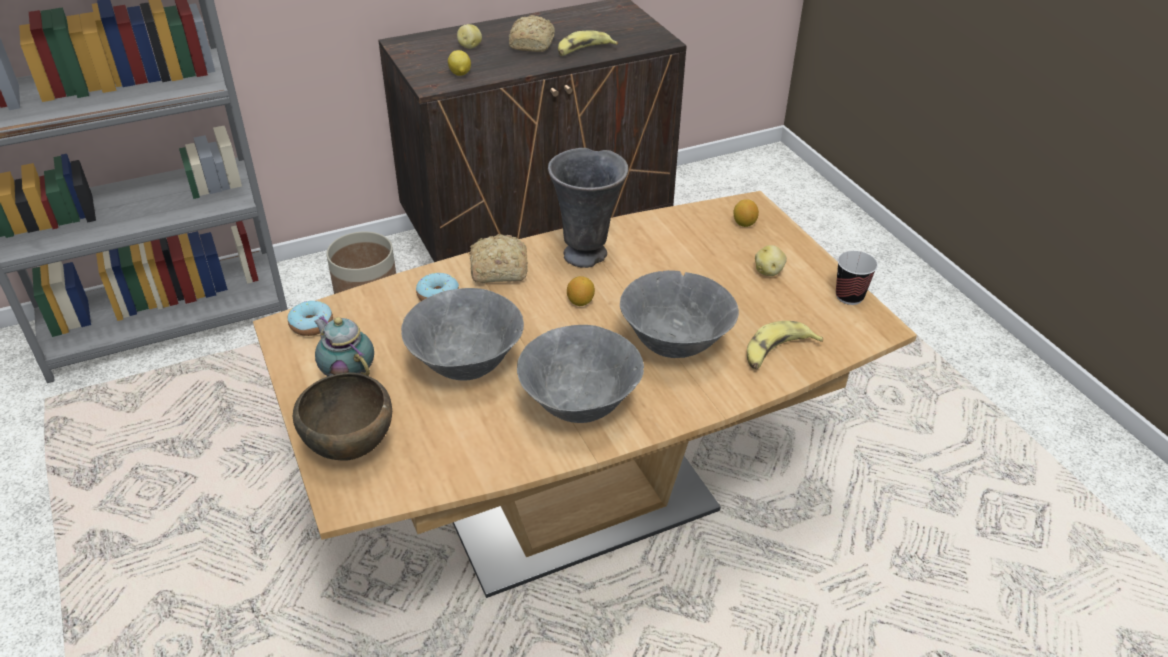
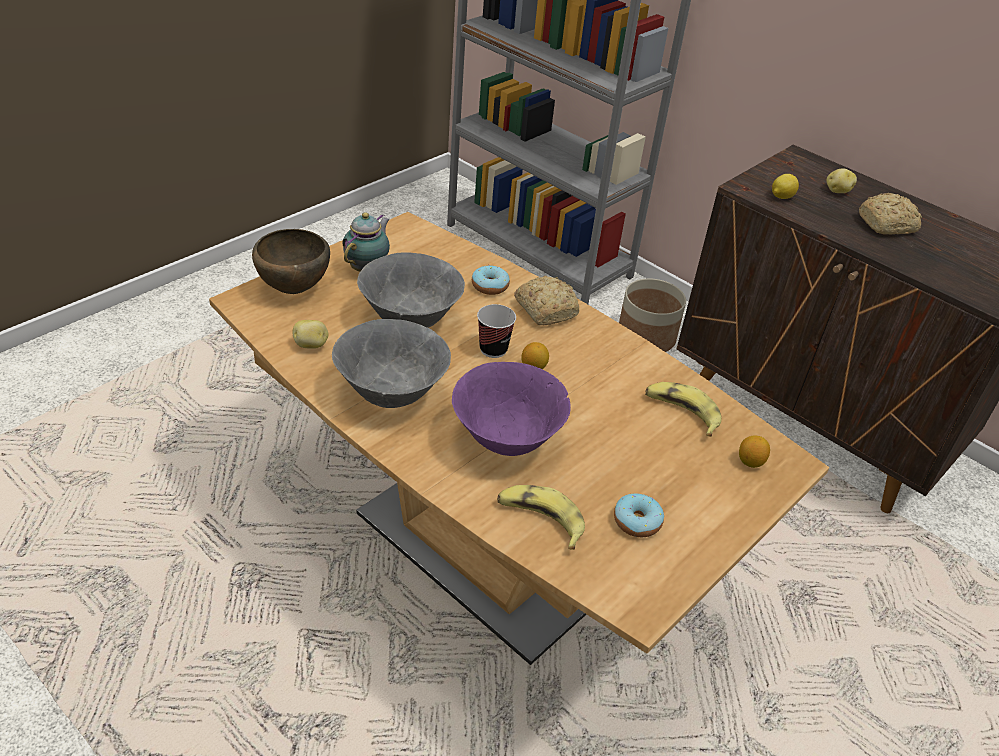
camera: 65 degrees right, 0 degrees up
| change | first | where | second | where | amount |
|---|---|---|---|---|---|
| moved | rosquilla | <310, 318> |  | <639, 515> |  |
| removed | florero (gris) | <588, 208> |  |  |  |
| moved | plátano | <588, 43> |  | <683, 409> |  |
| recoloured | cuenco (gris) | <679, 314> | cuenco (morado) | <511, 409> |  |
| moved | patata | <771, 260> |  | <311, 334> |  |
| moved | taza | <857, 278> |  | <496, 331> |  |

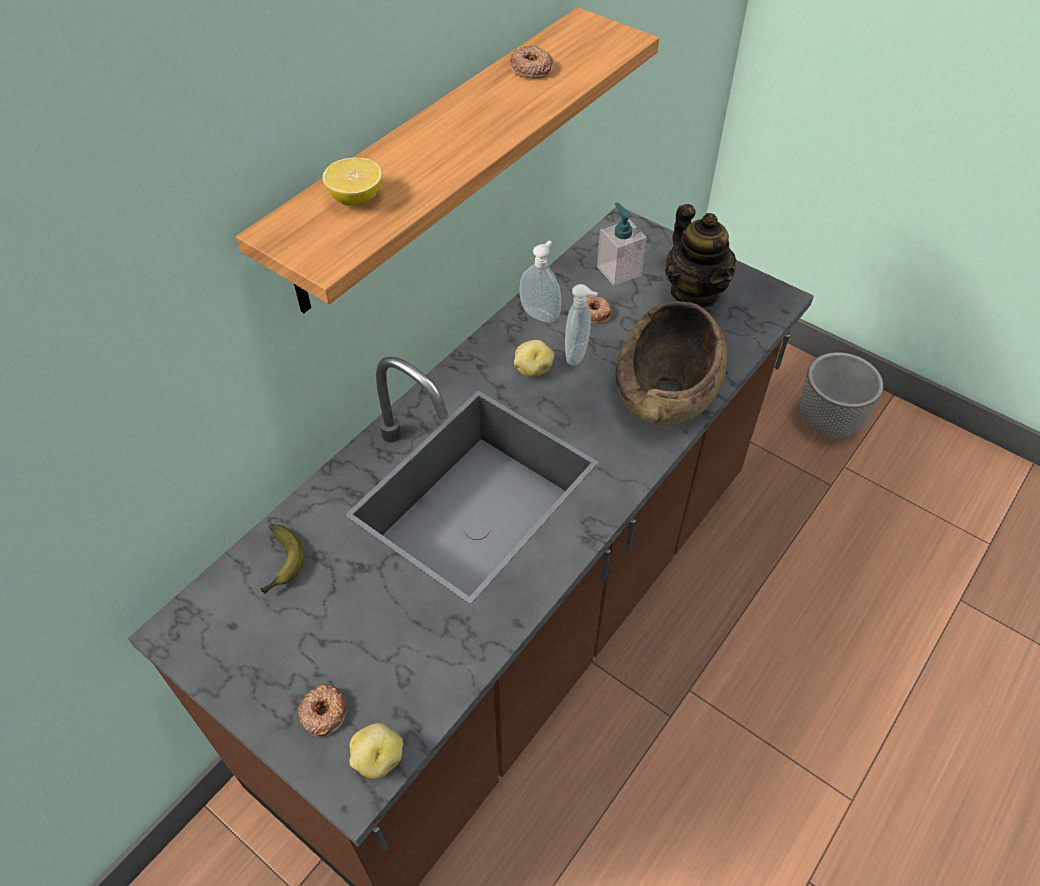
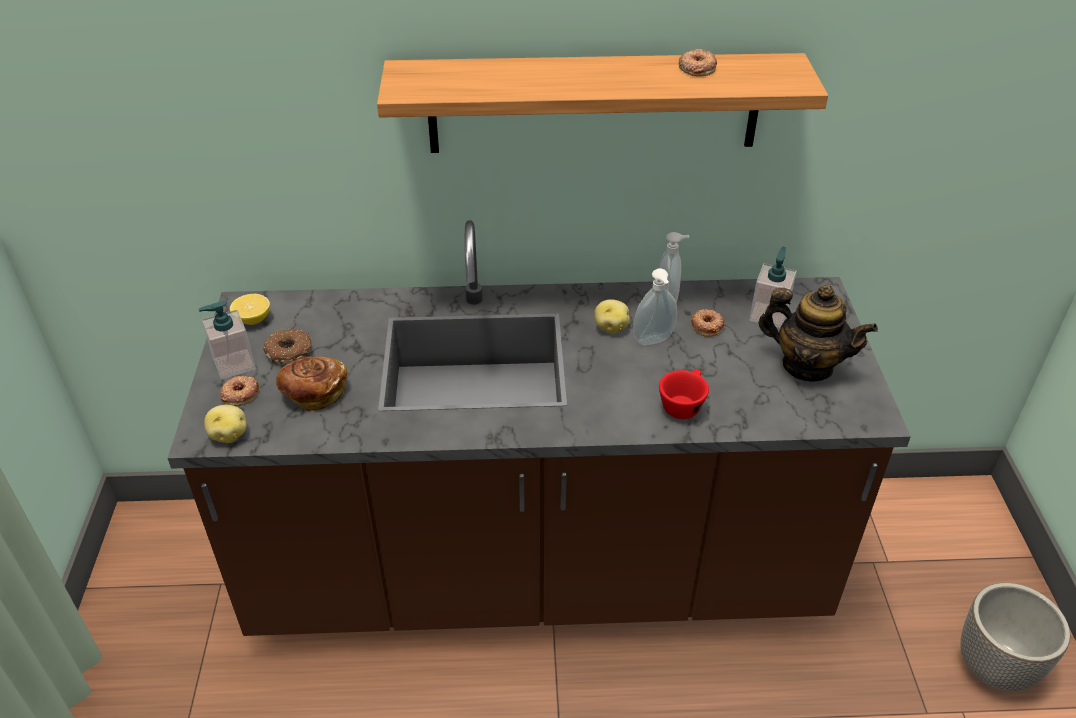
camera: 50 degrees right, 10 degrees down
| change | first | where | second | where | amount |
|---|---|---|---|---|---|
| removed | plátano | <282, 559> |  |  |  |
| moved | limón | <352, 181> |  | <250, 309> |  |
| replaced | cuenco (marrón) | <671, 363> | taza (rojo) | <684, 394> |  |
| turned | tetera | <700, 256> |  | <818, 333> | 90 degrees counterclockwise |
| added |  |  | dispensador de jabón | <227, 339> |  |
| added |  |  | rosquilla | <287, 346> |  |
| added |  |  | pan | <311, 384> |  |

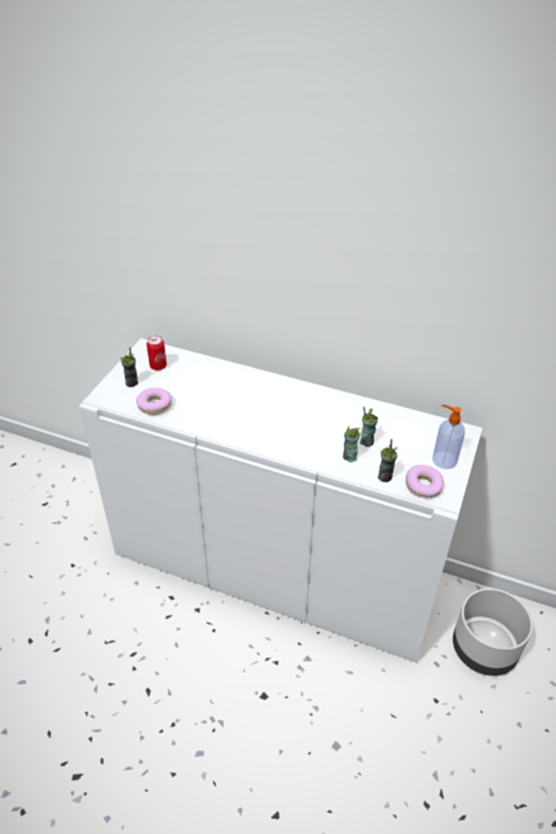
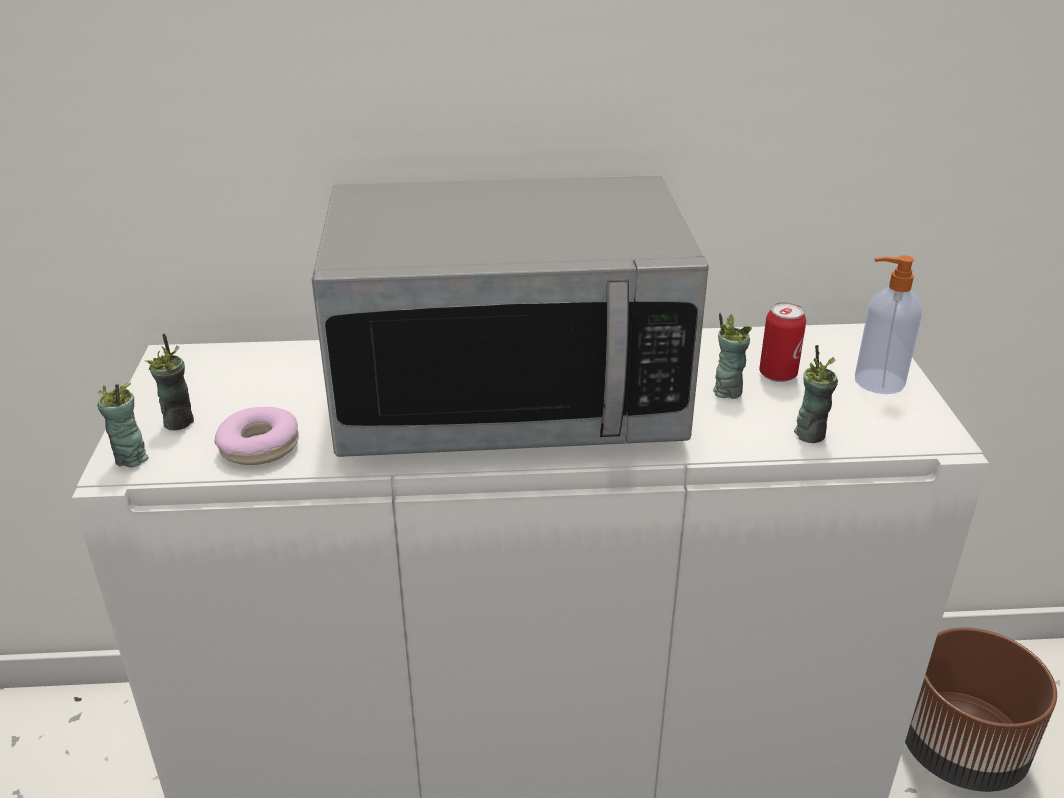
camera: 25 degrees left, 10 degrees down
| change | first | where | second | where | amount |
|---|---|---|---|---|---|
| moved | lata | <157, 353> |  | <782, 342> |  |
| moved | taza | <351, 444> |  | <123, 425> |  |
| removed | rosquilla | <425, 481> |  |  |  |
| recoloured | maceta (gris) | <493, 632> | maceta (marrón) | <981, 709> |  |
| added |  |  | microondas | <510, 316> |  |

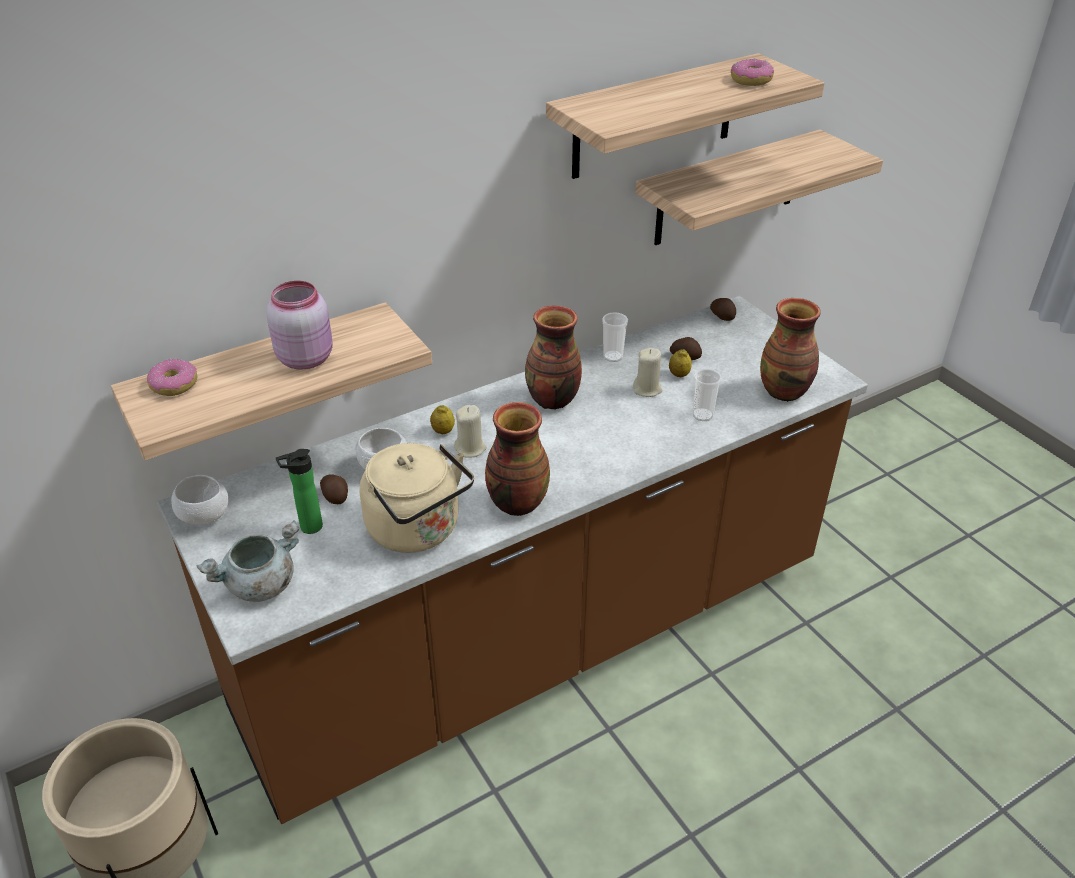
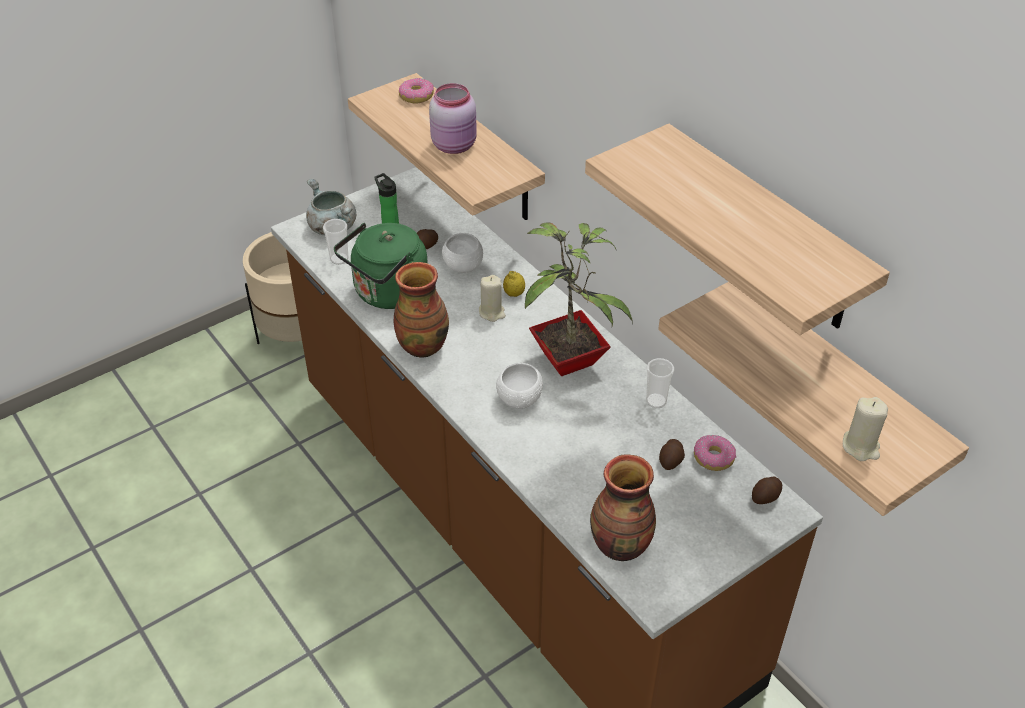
camera: 85 degrees right, 5 degrees up
| change | first | where | second | where | amount |
|---|---|---|---|---|---|
| moved | cuenco (blanco) | <200, 500> |  | <519, 386> |  |
| recoloured | hervidor (beis) | <417, 498> | hervidor (verde) | <381, 266> |  |
| replaced | florero | <553, 358> | planta en maceta | <578, 299> |  |
| moved | vela (beis) | <647, 372> |  | <865, 429> |  |
| removed | limón | <680, 363> |  |  |  |
| moved | taza | <707, 395> |  | <336, 242> |  |
| moved | rosquilla | <752, 72> |  | <715, 453> |  |

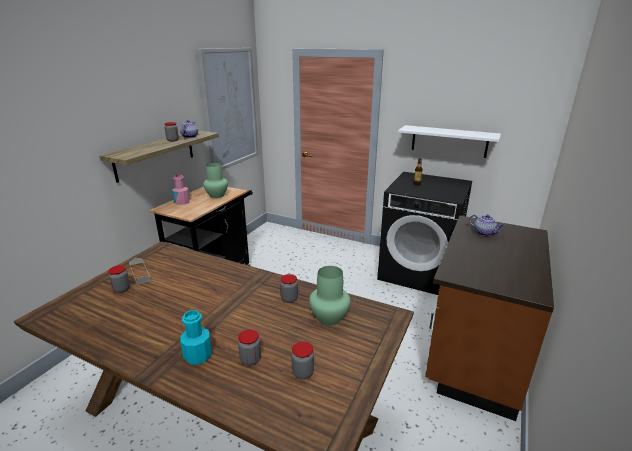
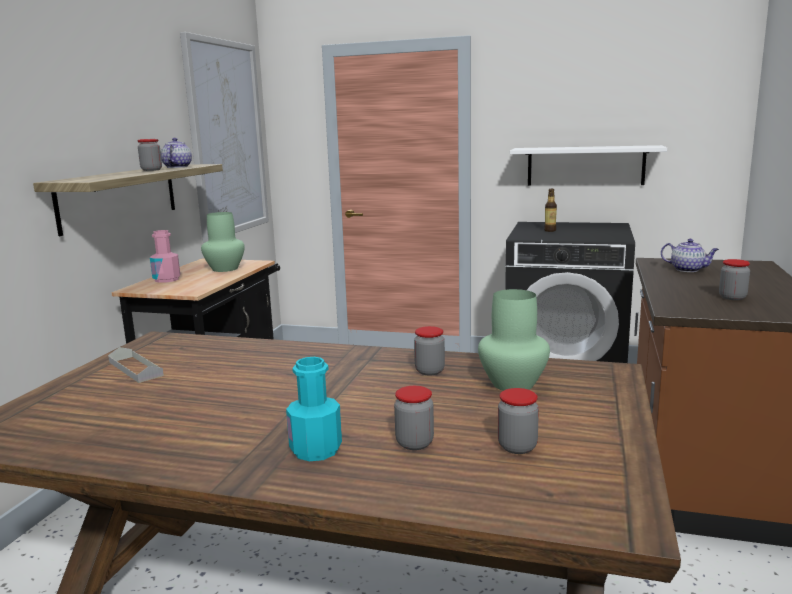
camera: 10 degrees left, 10 degrees down
| change | first | where | second | where | amount |
|---|---|---|---|---|---|
| moved | tarro | <119, 279> |  | <734, 279> |  |

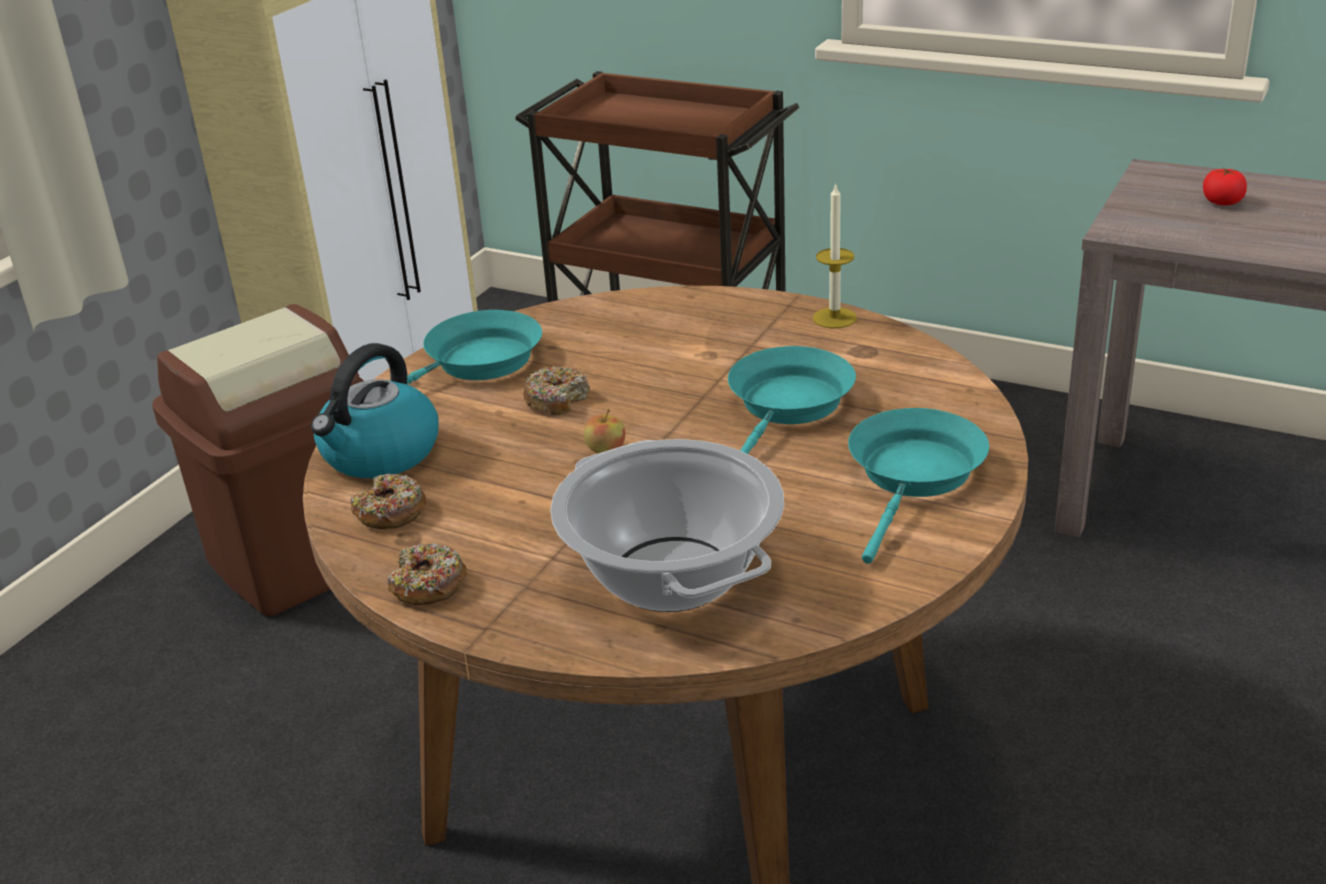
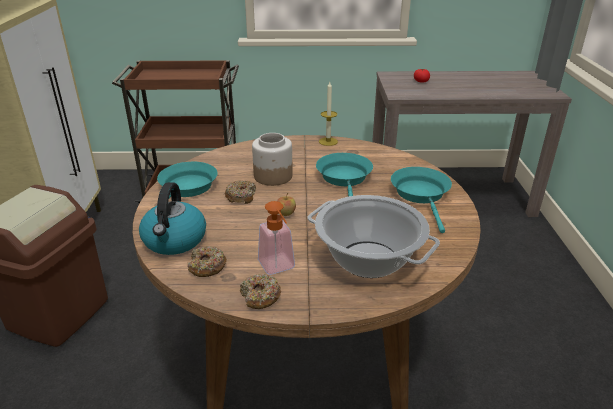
camera: 30 degrees left, 0 degrees up
| change | first | where | second | where | amount |
|---|---|---|---|---|---|
| added |  |  | tarro | <272, 159> |  |
| added |  |  | dispensador de jabón | <276, 238> |  |

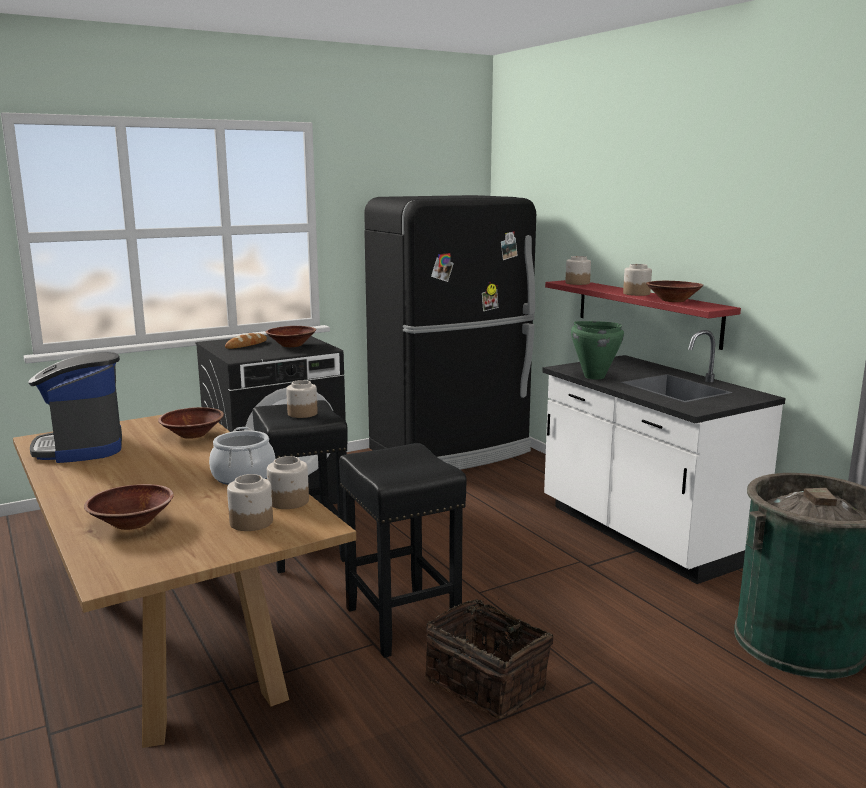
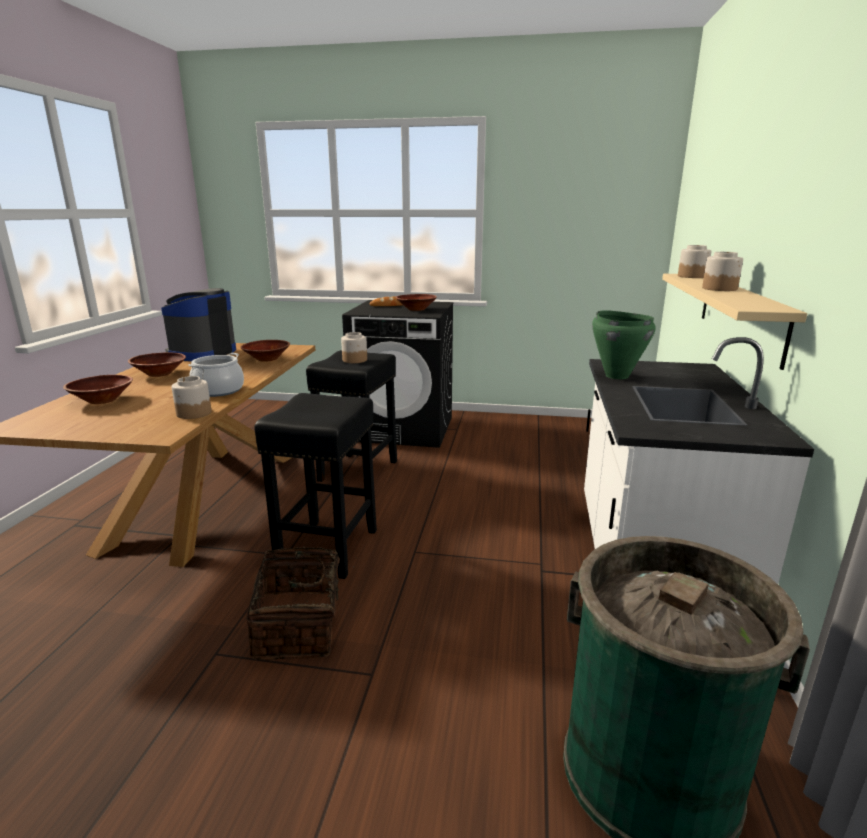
camera: 40 degrees right, 5 degrees up
| change | first | where | second | where | amount |
|---|---|---|---|---|---|
| removed | tarro | <250, 502> |  |  |  |
| removed | nevera (negro) | <450, 332> |  |  |  |
| recoloured | estante (rojo) | <643, 315> | estante (beis) | <734, 322> |  |
| moved | cuenco (marrón) | <674, 291> |  | <157, 364> |  |

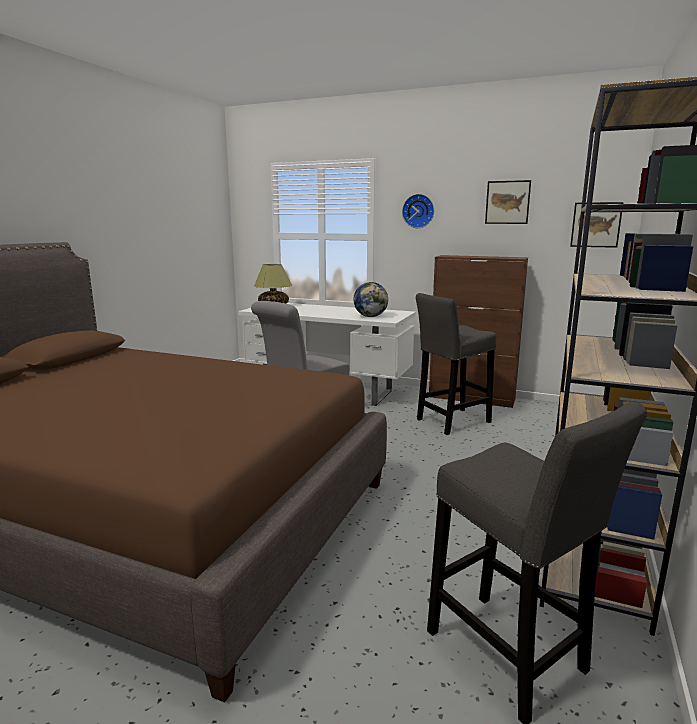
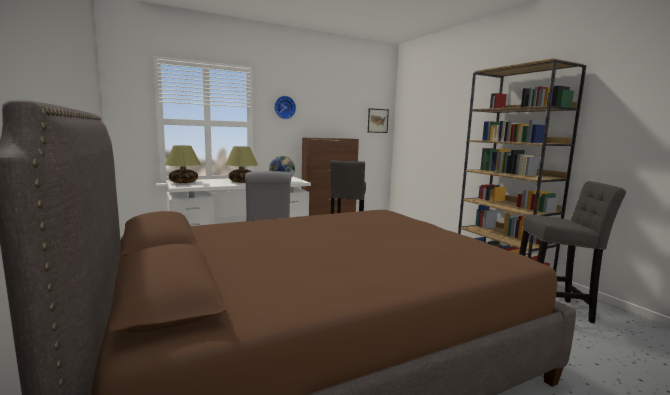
camera: 50 degrees left, 5 degrees down
| change | first | where | second | where | amount |
|---|---|---|---|---|---|
| removed | cuadro | <508, 202> |  |  |  |
| added |  |  | lámpara de mesa | <241, 164> |  |

